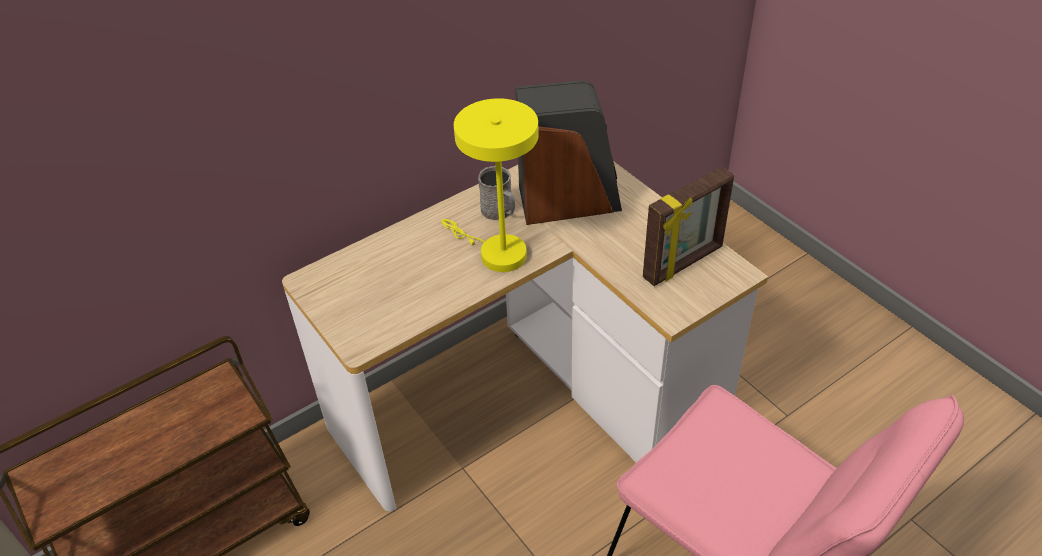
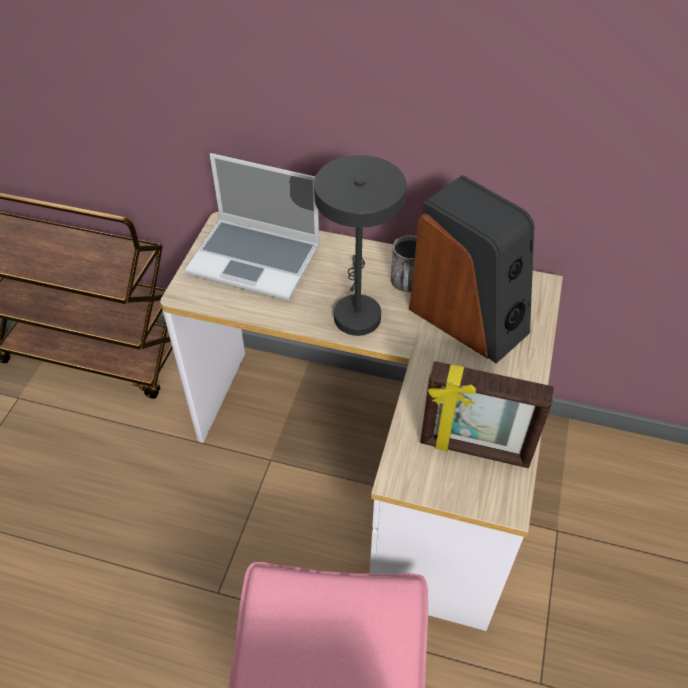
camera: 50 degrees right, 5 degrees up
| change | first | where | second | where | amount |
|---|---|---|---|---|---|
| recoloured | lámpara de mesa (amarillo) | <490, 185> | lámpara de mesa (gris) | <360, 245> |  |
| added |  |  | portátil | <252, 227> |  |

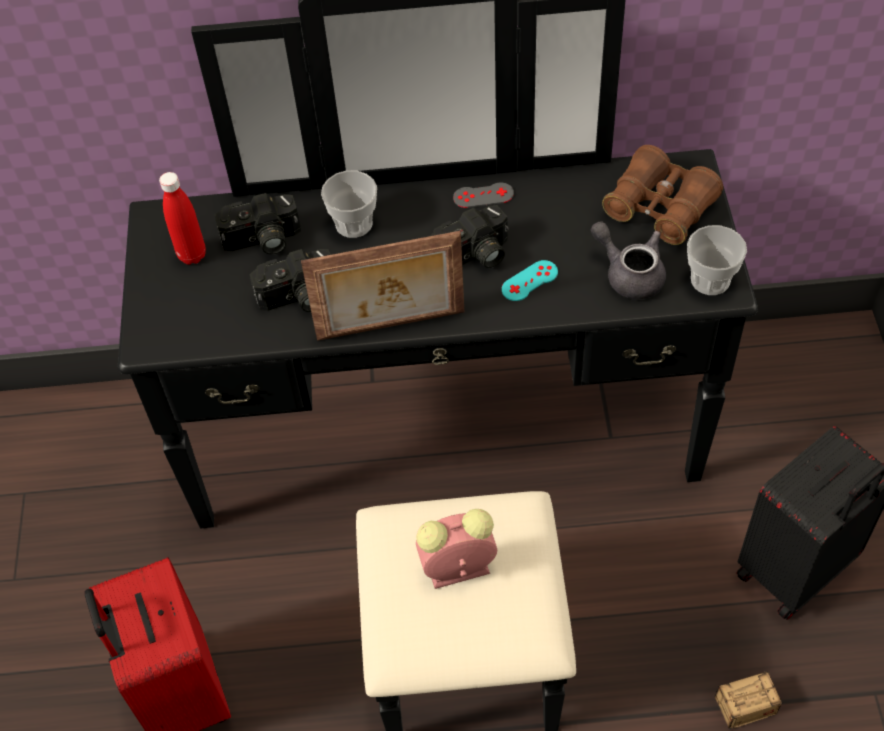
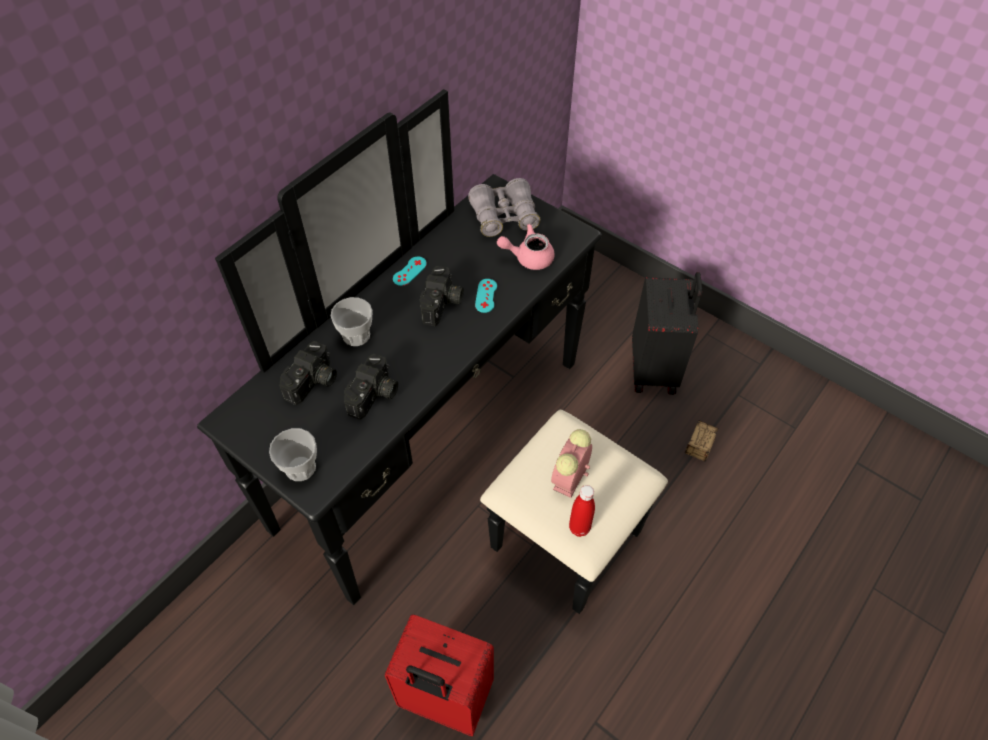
camera: 50 degrees left, 0 degrees up
| change | first | where | second | where | amount |
|---|---|---|---|---|---|
| moved | botella (rojo) | <182, 218> |  | <582, 511> |  |
| removed | portarretratos | <382, 286> |  |  |  |
| recoloured | mando de consola (gris) | <483, 195> | mando de consola (turquesa) | <410, 271> |  |
| recoloured | tetera (gris) | <628, 260> | tetera (rosa) | <526, 247> |  |
| recoloured | prismáticos (marrón) | <662, 195> | prismáticos (gris) | <504, 207> |  |
| moved | taza | <717, 260> |  | <293, 454> |  |

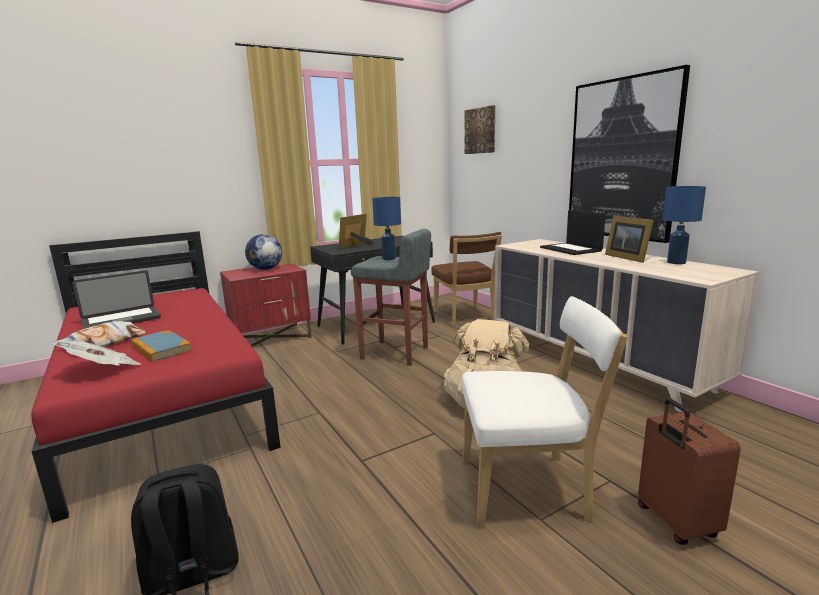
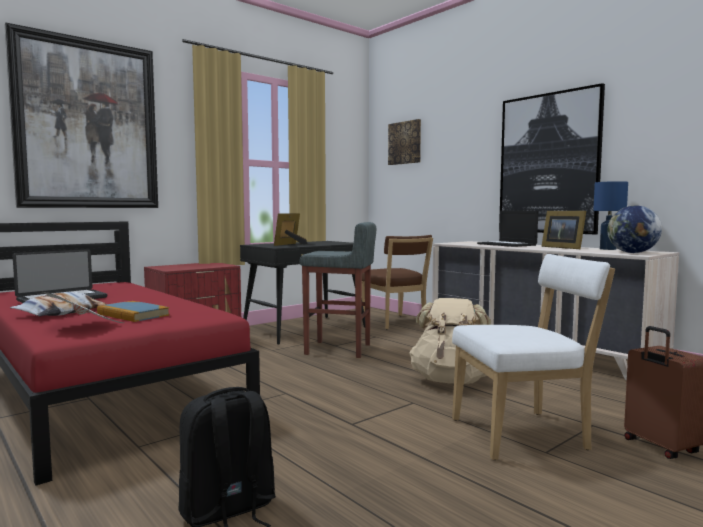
camera: 10 degrees left, 10 degrees down
| change | first | where | second | where | amount |
|---|---|---|---|---|---|
| moved | globo terráqueo | <263, 252> |  | <634, 229> |  |
| removed | lámpara de mesa (azul) | <386, 228> |  |  |  |
| added |  |  | cuadro | <81, 115> |  |

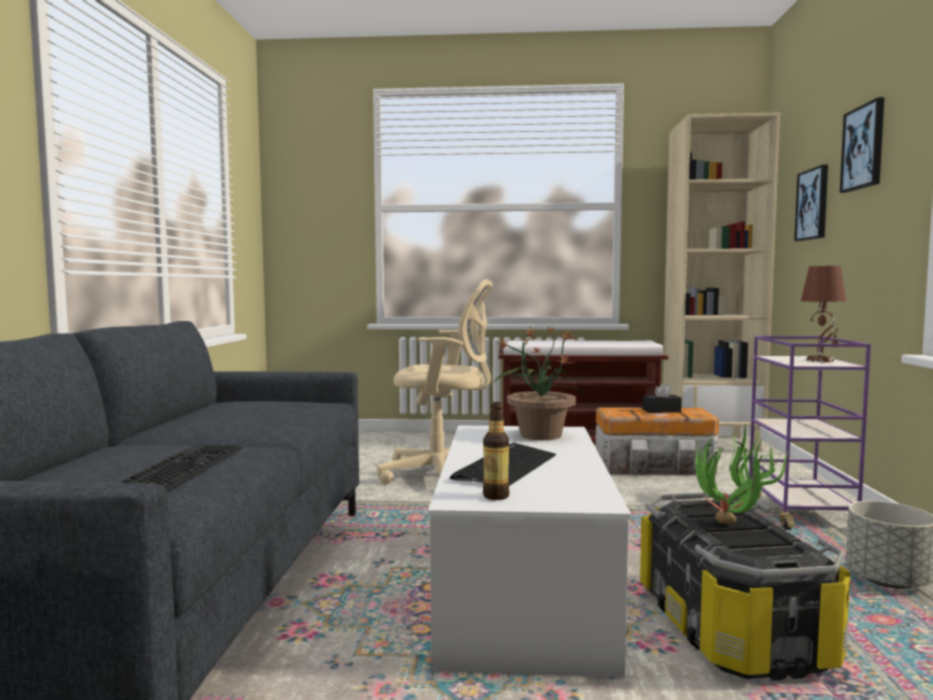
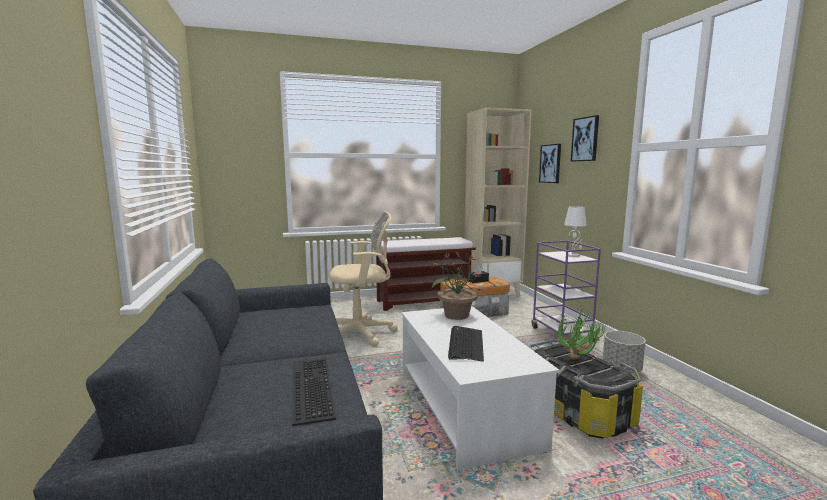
camera: 20 degrees left, 5 degrees up
| change | first | where | second | where | amount |
|---|---|---|---|---|---|
| removed | botella | <496, 451> |  |  |  |
| recoloured | lámpara de mesa (marrón) | <823, 314> | lámpara de mesa (blanco) | <575, 231> |  |

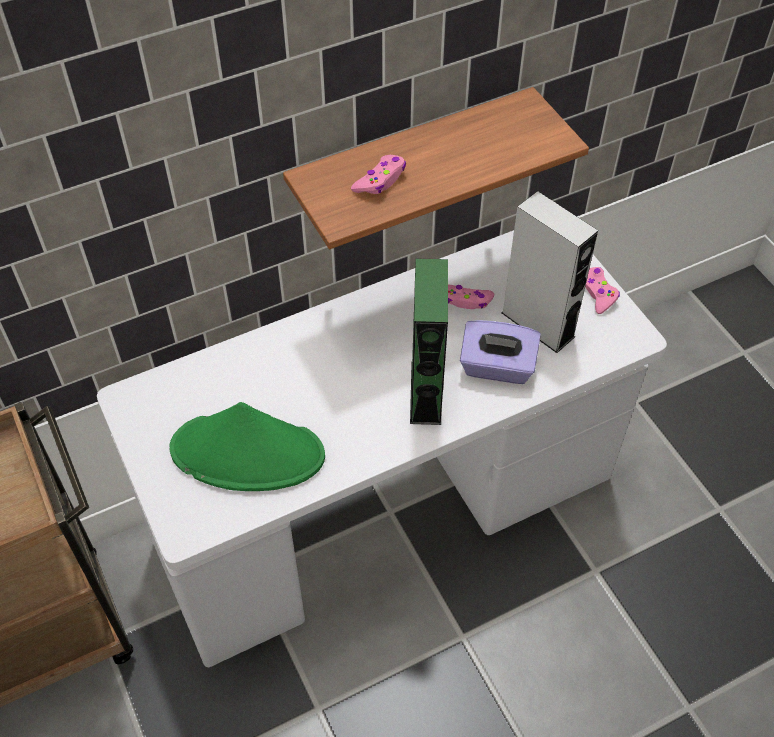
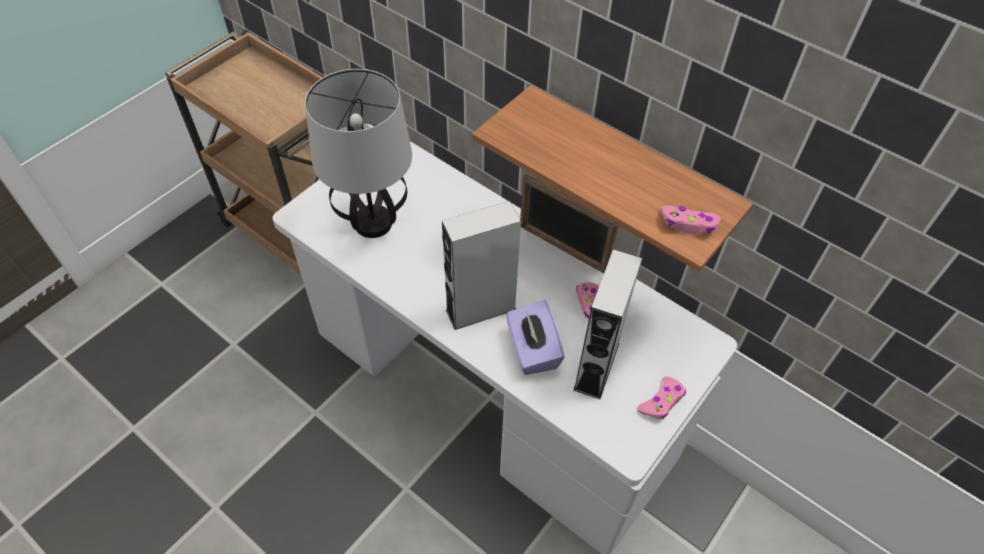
camera: 65 degrees right, 0 degrees up
| change | first | where | second | where | amount |
|---|---|---|---|---|---|
| replaced | sombrero (verde) | <247, 446> | lámpara de mesa | <358, 153> |  |
| moved | mando de consola (rosa) | <378, 174> |  | <691, 219> |  |
| recoloured | altavoz (verde) | <429, 342> | altavoz (gris) | <481, 265> |  |
| added |  |  | portarretratos | <569, 223> |  |

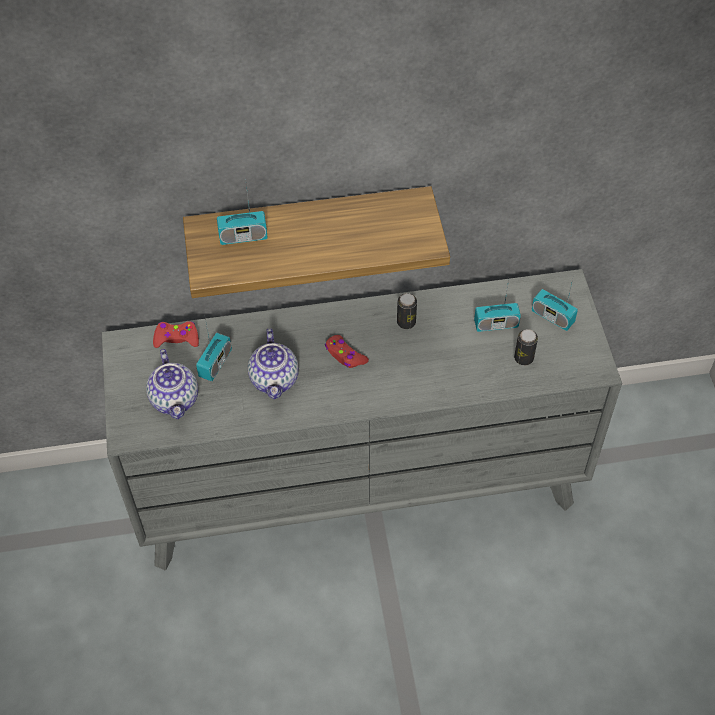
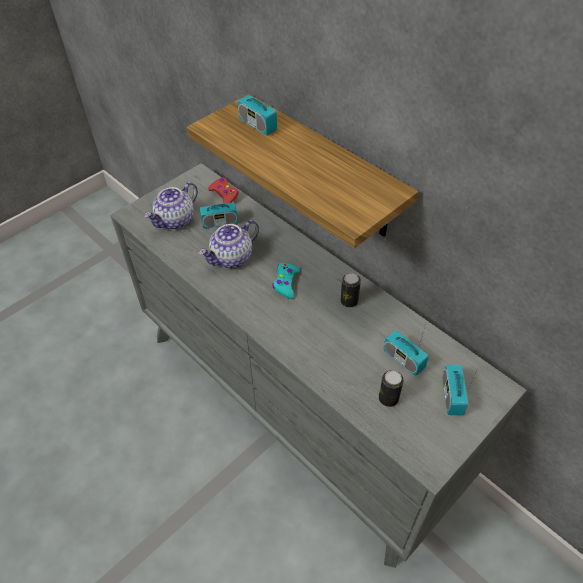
camera: 55 degrees right, 5 degrees down
| change | first | where | second | where | amount |
|---|---|---|---|---|---|
| recoloured | mando de consola (rojo) | <347, 351> | mando de consola (turquesa) | <286, 281> |  |

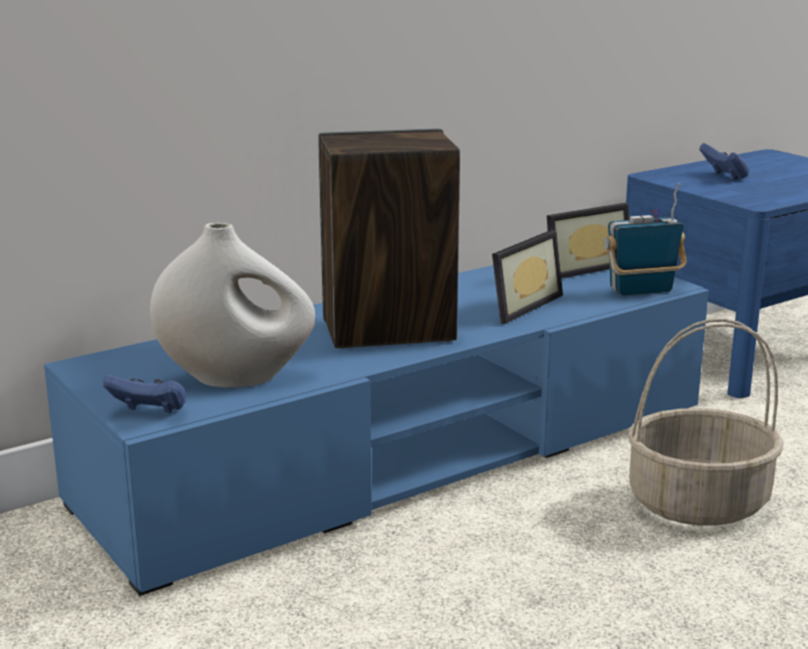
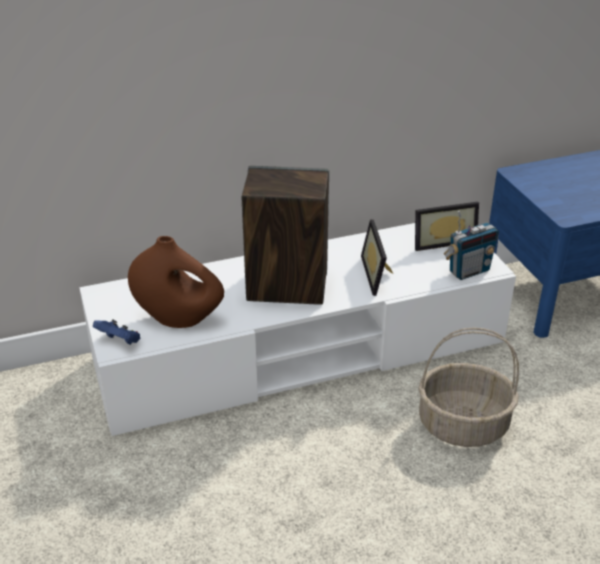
camera: 15 degrees right, 15 degrees up
| change | first | where | second | where | amount |
|---|---|---|---|---|---|
| recoloured | mueble de televisión (azul) | <376, 430> | mueble de televisión (blanco) | <297, 329> |  |
| recoloured | florero (blanco) | <232, 305> | florero (marrón) | <176, 282> |  |
| turned | portarretratos | <527, 277> |  | <377, 257> | 120 degrees clockwise |
| turned | radio | <645, 239> |  | <471, 245> | 150 degrees clockwise |
| removed | mando de consola (azul) | <724, 161> |  |  |  |

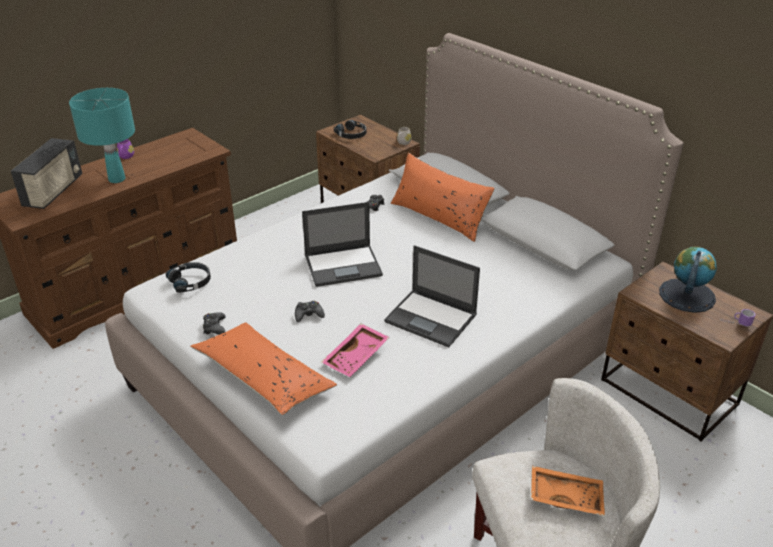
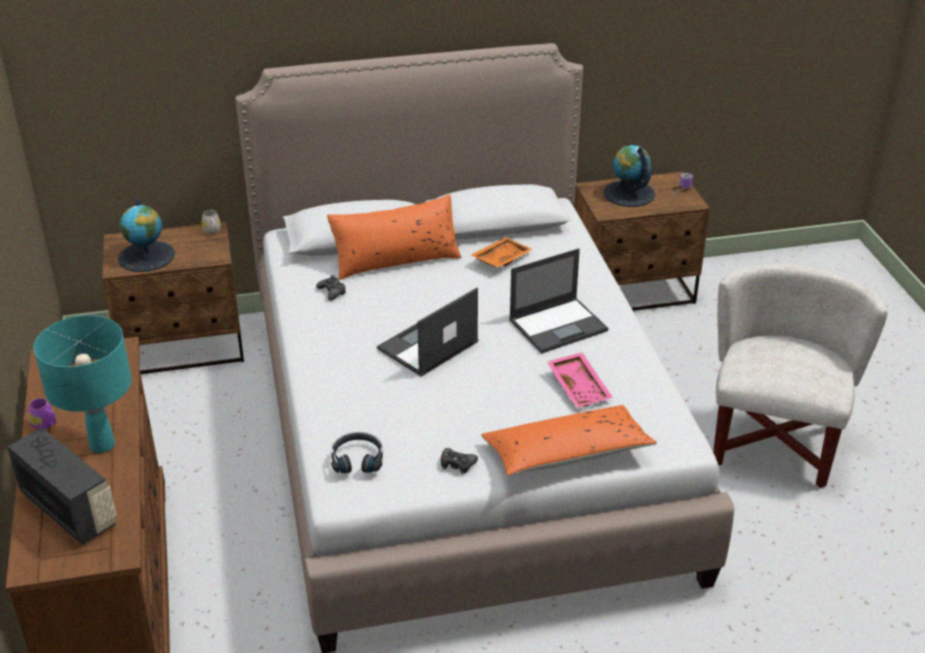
camera: 60 degrees left, 0 degrees up
| change | first | where | second | where | amount |
|---|---|---|---|---|---|
| removed | mando de consola (negro) | <310, 311> |  |  |  |
| turned | portátil | <342, 244> |  | <427, 332> | 150 degrees counterclockwise |
| replaced | auriculares (negro) | <350, 129> | globo terráqueo | <146, 235> |  |
| moved | bandeja (naranja) | <568, 491> |  | <502, 252> |  |

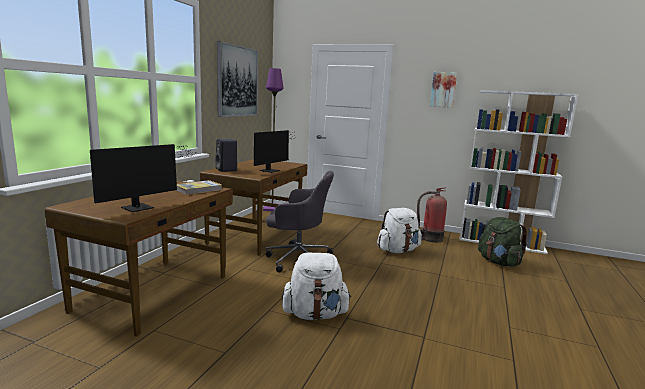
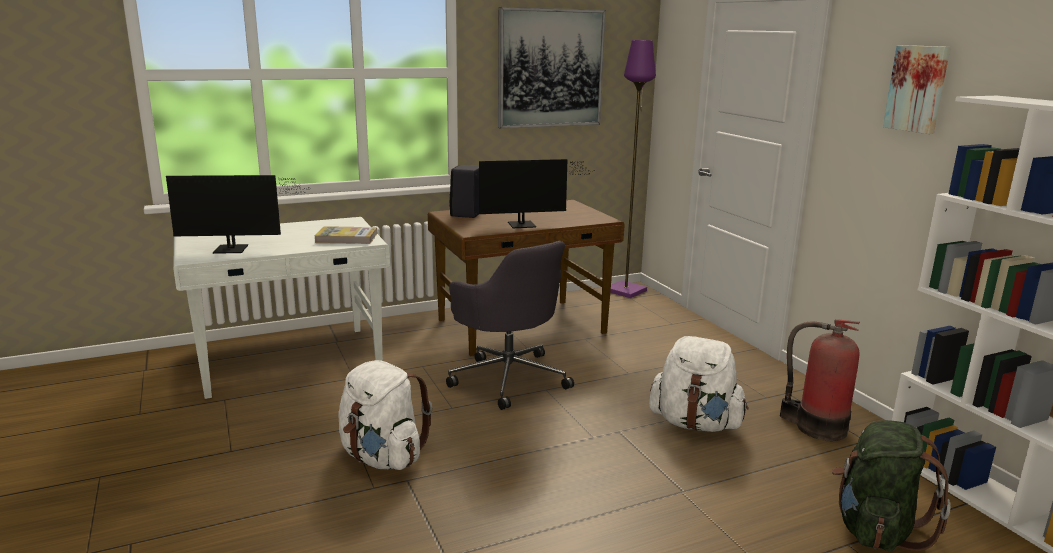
camera: 45 degrees right, 5 degrees up
| change | first | where | second | where | amount |
|---|---|---|---|---|---|
| recoloured | escritorio (marrón) | <139, 258> | escritorio (blanco) | <281, 308> |  |

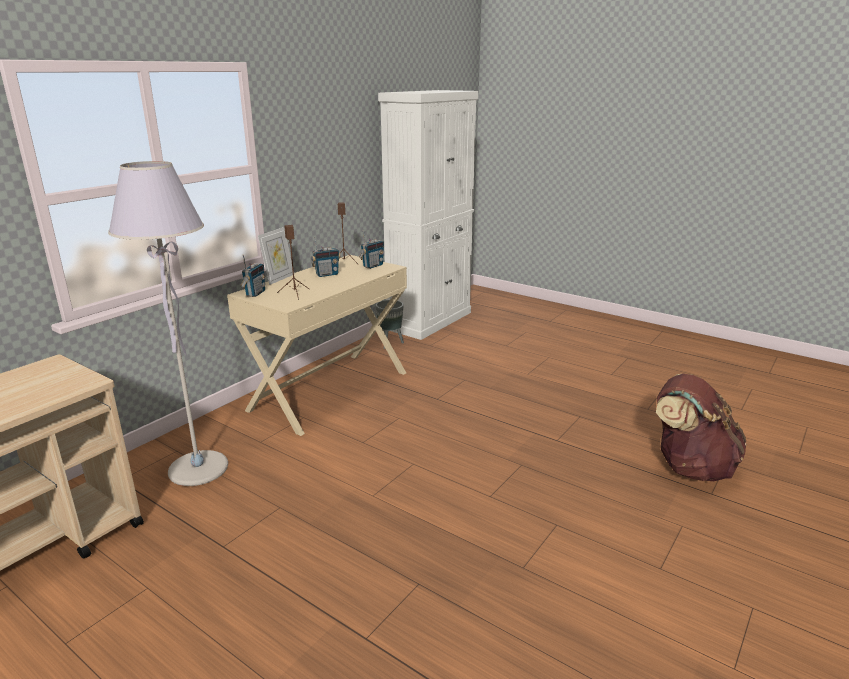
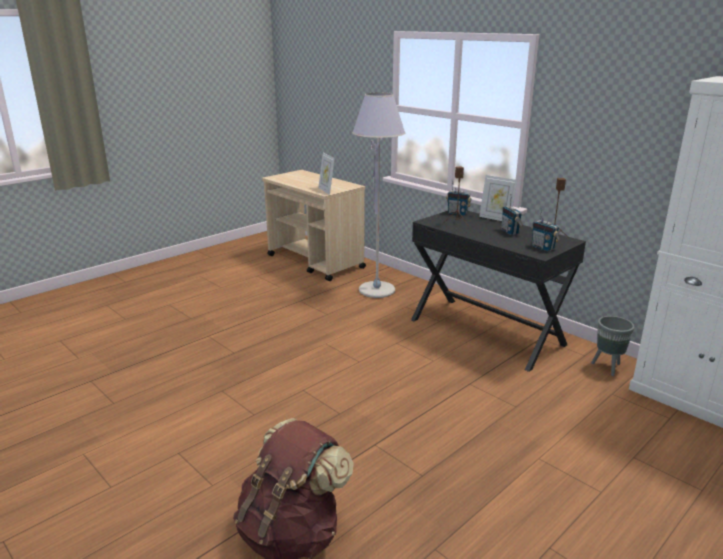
camera: 100 degrees right, 0 degrees up
| change | first | where | second | where | amount |
|---|---|---|---|---|---|
| recoloured | escritorio (beis) | <317, 345> | escritorio (negro) | <498, 291> |  |
| added |  |  | portarretratos | <326, 174> |  |

